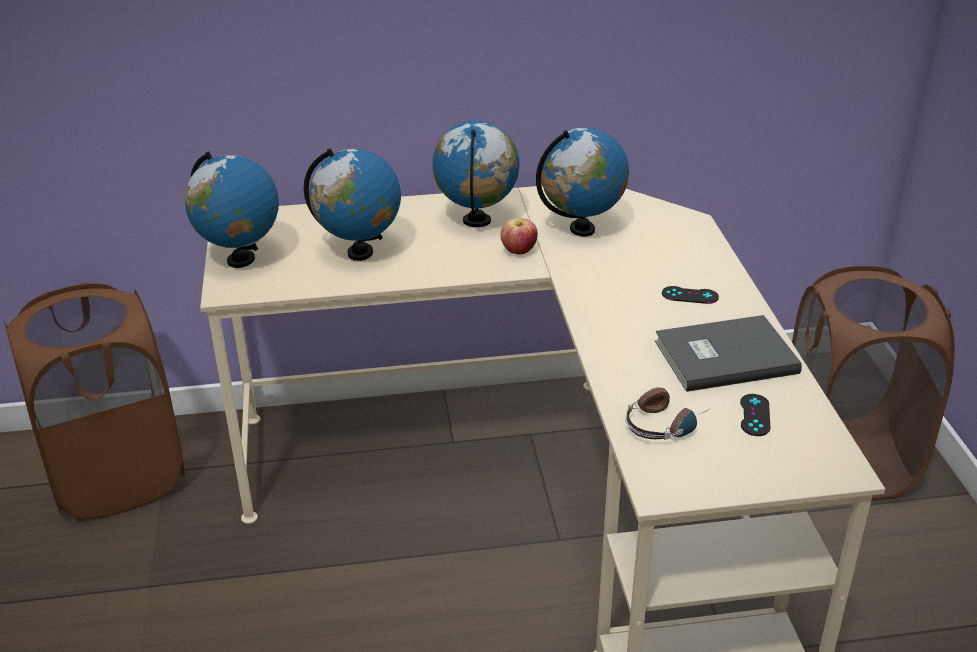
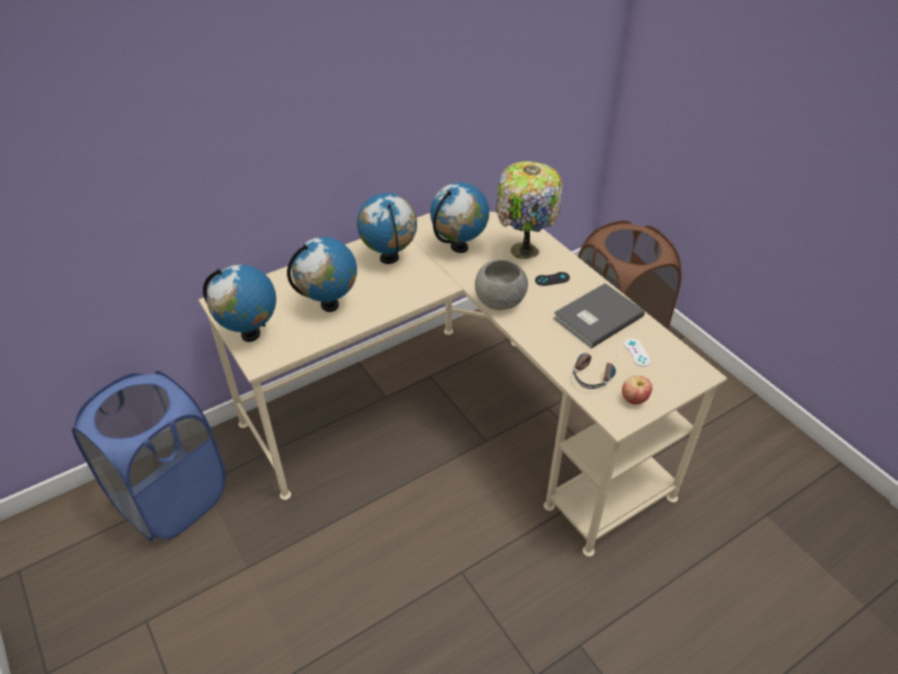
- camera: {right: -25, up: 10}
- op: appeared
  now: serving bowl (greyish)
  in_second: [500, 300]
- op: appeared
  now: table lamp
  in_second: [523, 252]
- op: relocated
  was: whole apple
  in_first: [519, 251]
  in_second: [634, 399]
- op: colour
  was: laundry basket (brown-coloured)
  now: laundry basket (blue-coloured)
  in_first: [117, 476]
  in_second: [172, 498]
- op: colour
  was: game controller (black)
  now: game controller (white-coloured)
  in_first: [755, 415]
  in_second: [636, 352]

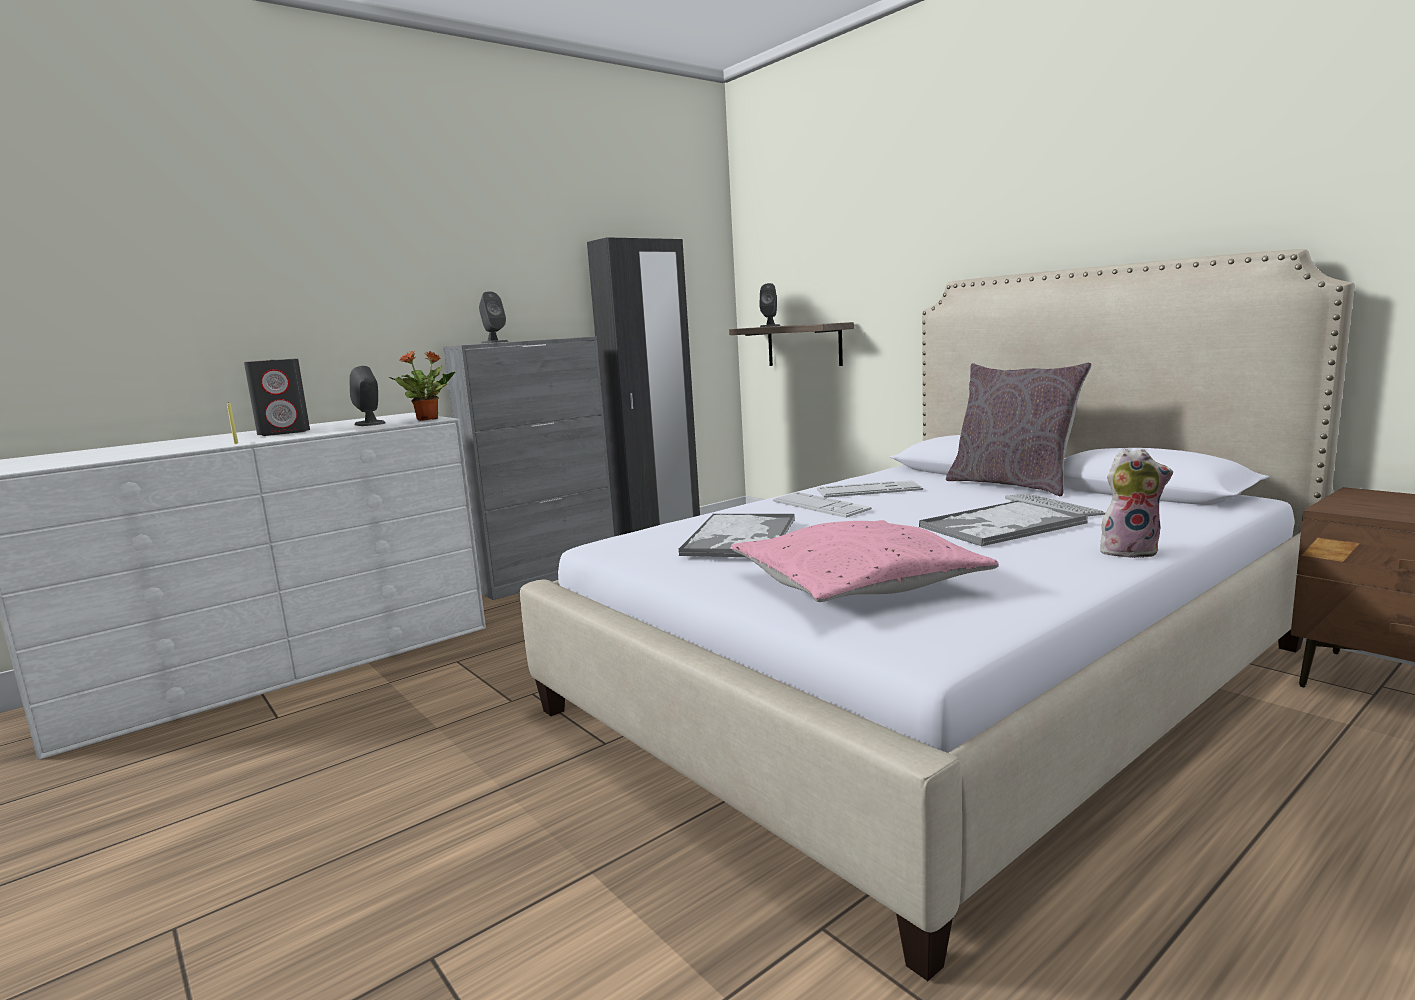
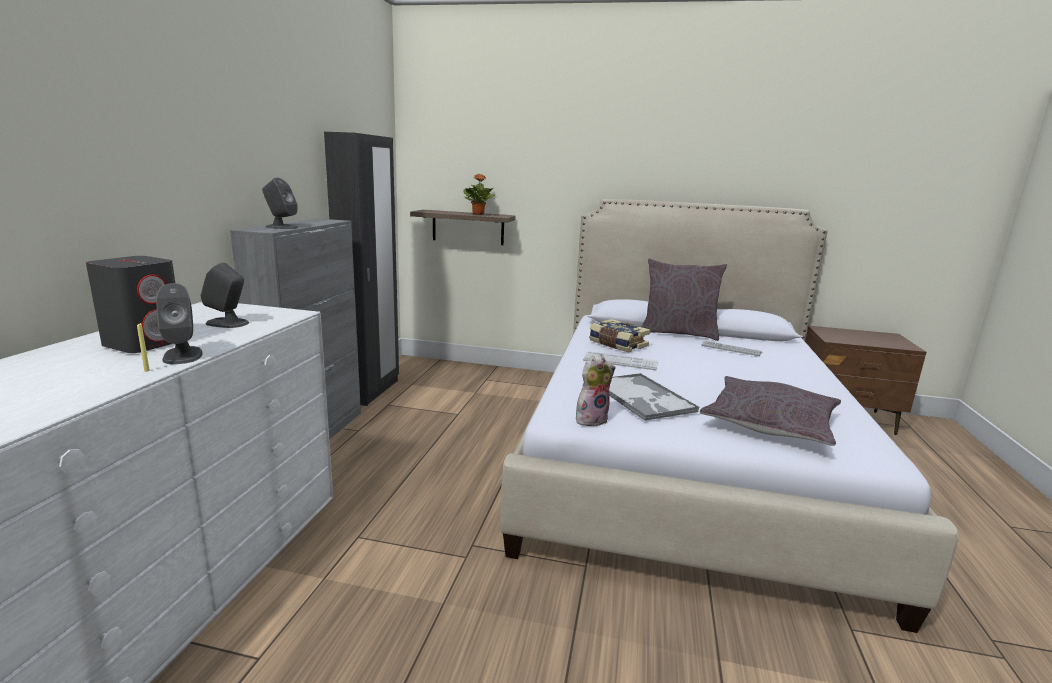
- camera: {right: -40, up: 5}
- op: missing
  was: tray
  in_first: [1000, 525]
- op: relocated
  was: plant in a pot
  in_first: [428, 419]
  in_second: [478, 214]
- op: relocated
  was: loudspeaker (greyish)
  in_first: [770, 326]
  in_second: [183, 355]
- op: relocated
  was: cuddly toy
  in_first: [1129, 551]
  in_second: [591, 419]
- op: exchanged
  was: keyboard
  now: book
  in_first: [869, 490]
  in_second: [617, 344]
- op: colour
  was: pillow (pink)
  now: pillow (greyish)
  in_first: [856, 583]
  in_second: [769, 423]

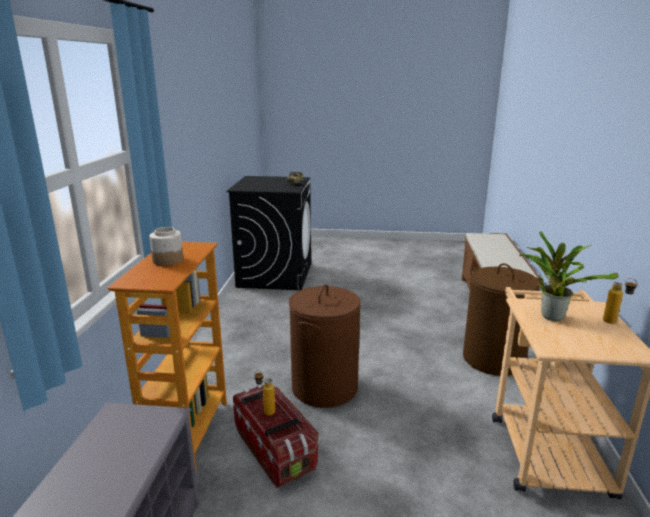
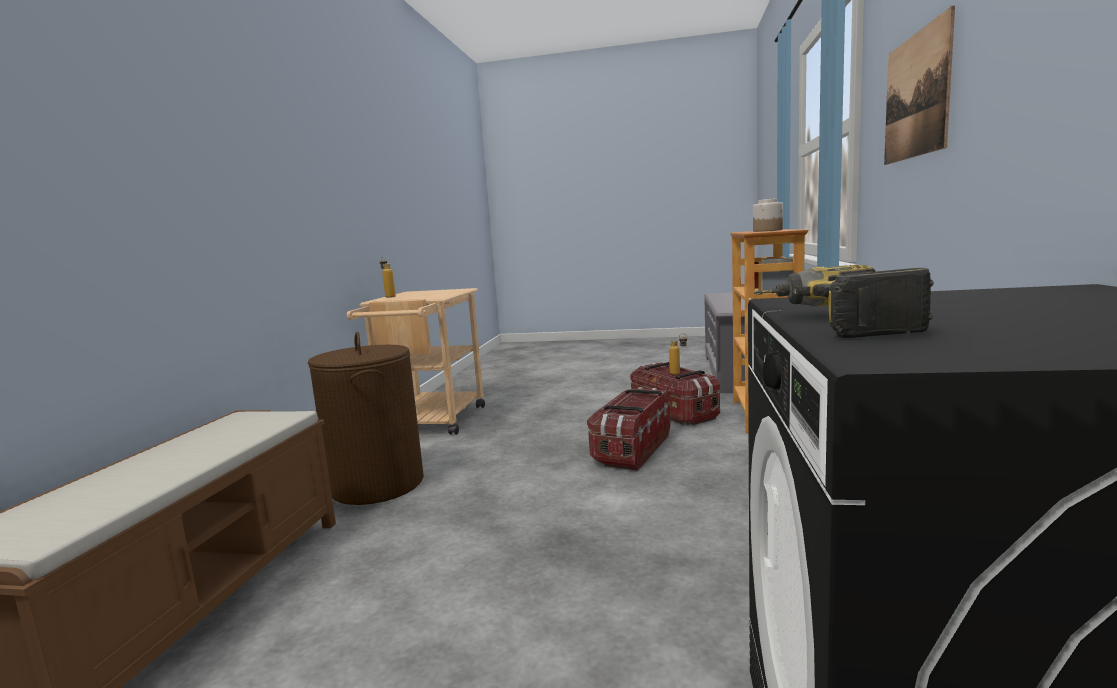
- camera: {right: -175, up: -10}
- op: missing
  was: plant in a pot
  in_first: [550, 315]
- op: appeared
  now: wall picture
  in_second: [916, 96]
- op: exchanged
  was: laundry basket (brown-coloured)
  now: storage container
  in_first: [324, 387]
  in_second: [632, 449]

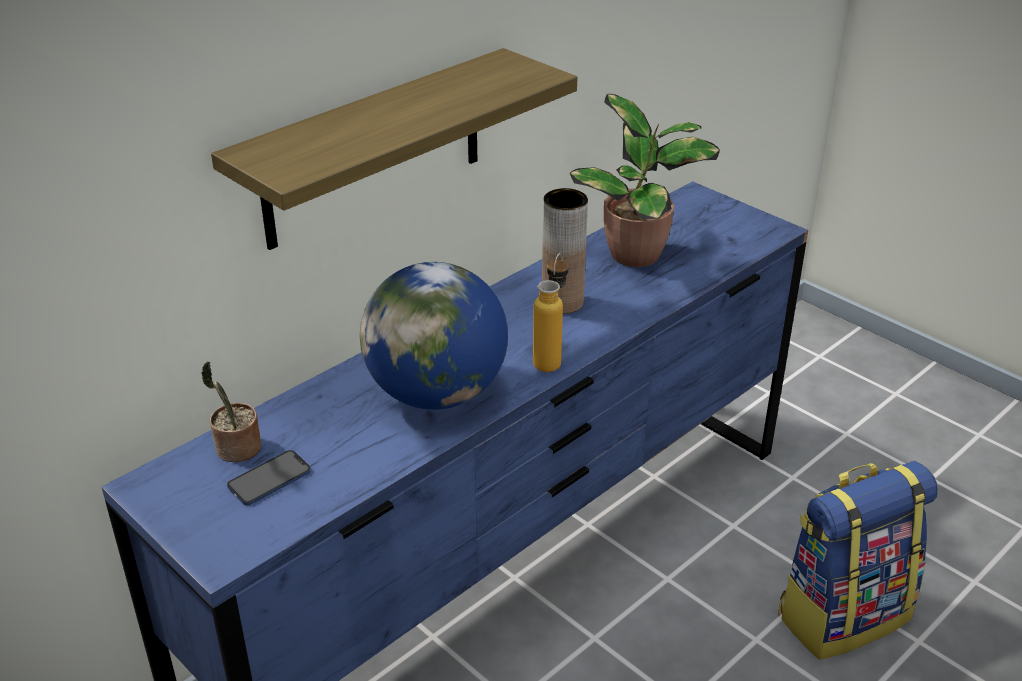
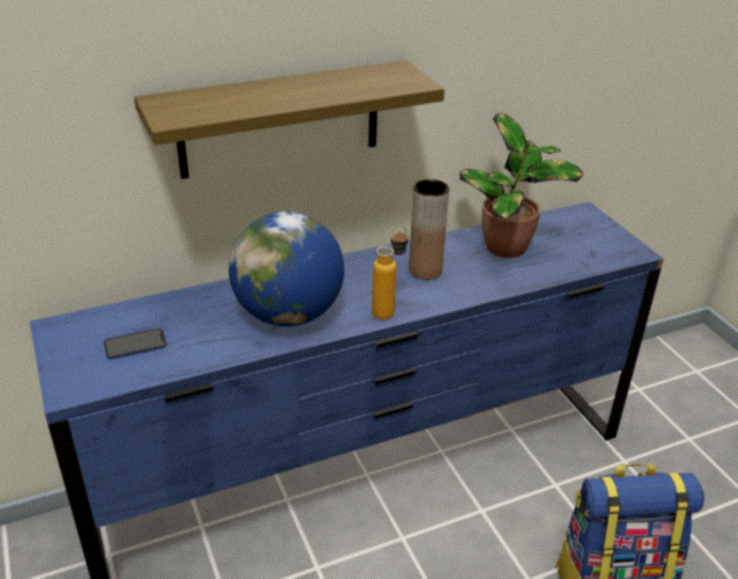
- camera: {right: 20, up: 0}
- op: missing
  was: plant in a pot
  in_first: [236, 450]

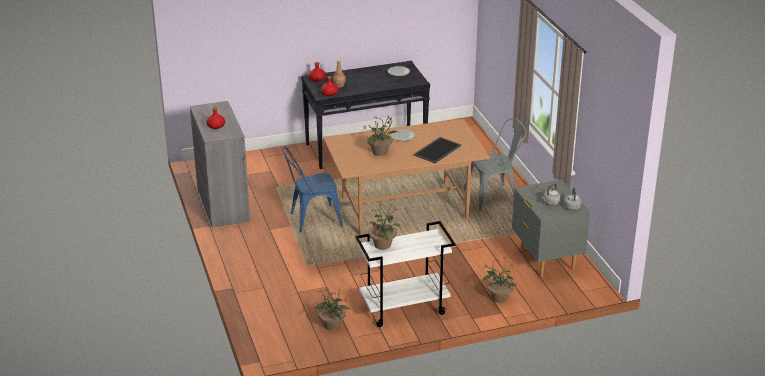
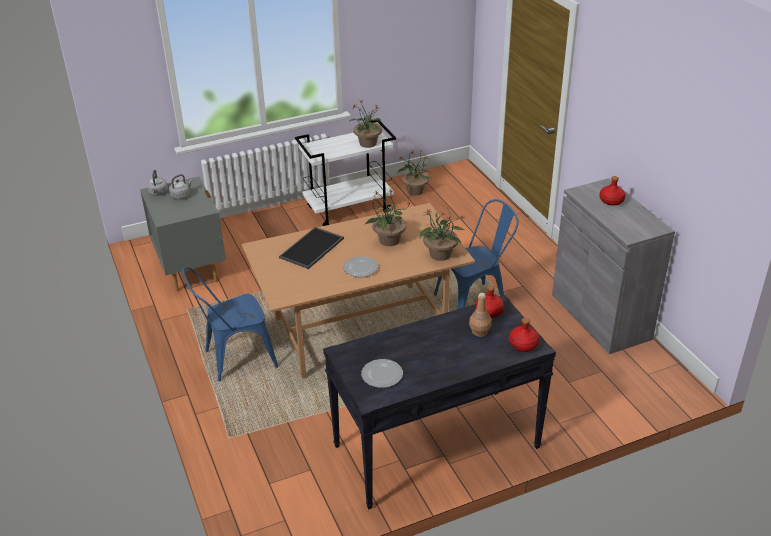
- camera: {right: 175, up: 5}
- op: relocated
  was: plant in a pot
  in_first: [499, 297]
  in_second: [441, 255]
- op: colour
  was: chair (greyish)
  now: chair (blue-coloured)
  in_first: [495, 196]
  in_second: [234, 359]

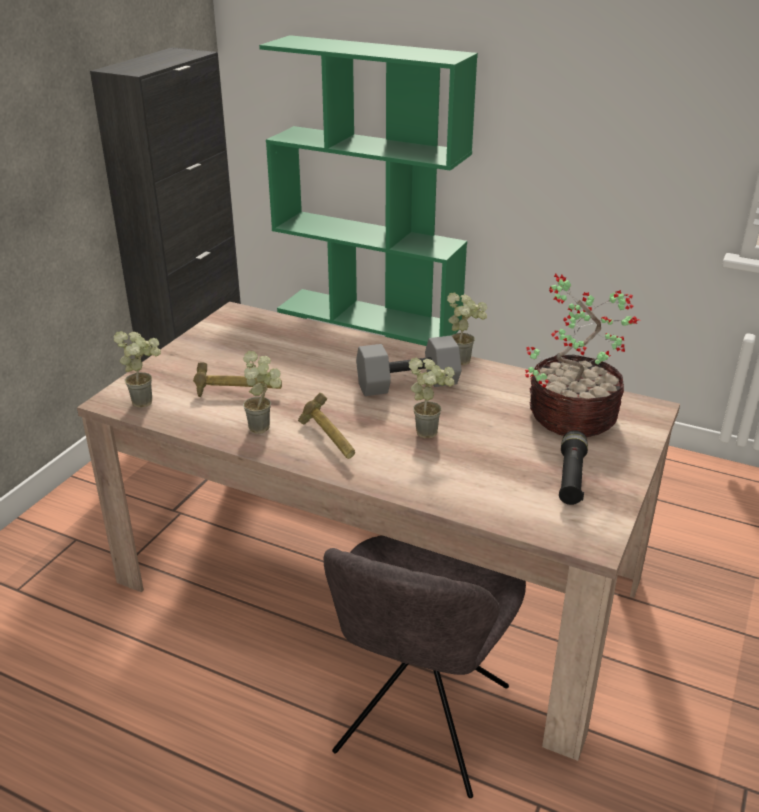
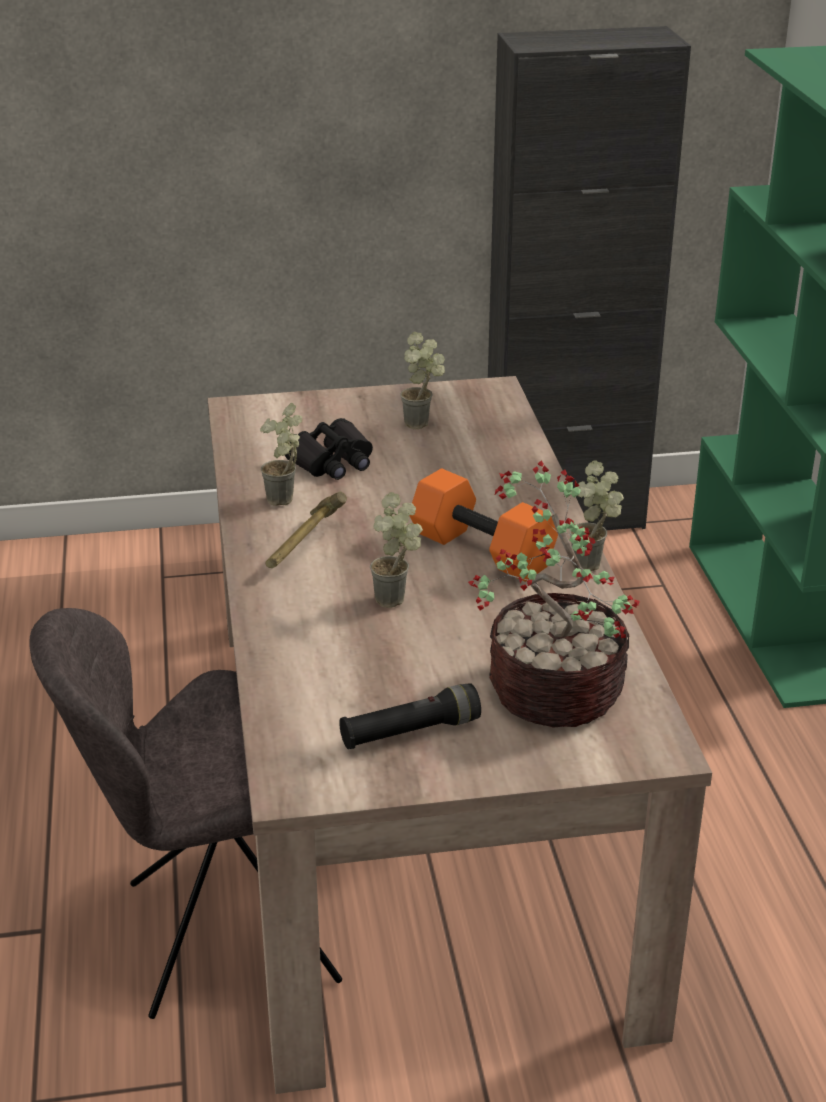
- camera: {right: 55, up: 0}
- op: relocated
  was: plant in a pot
  in_first: [147, 400]
  in_second: [424, 424]
- op: exchanged
  was: tool hammer
  now: field glasses (black)
  in_first: [238, 393]
  in_second: [331, 461]
- op: colour
  was: free weight (greyish)
  now: free weight (orangey)
  in_first: [407, 385]
  in_second: [479, 550]

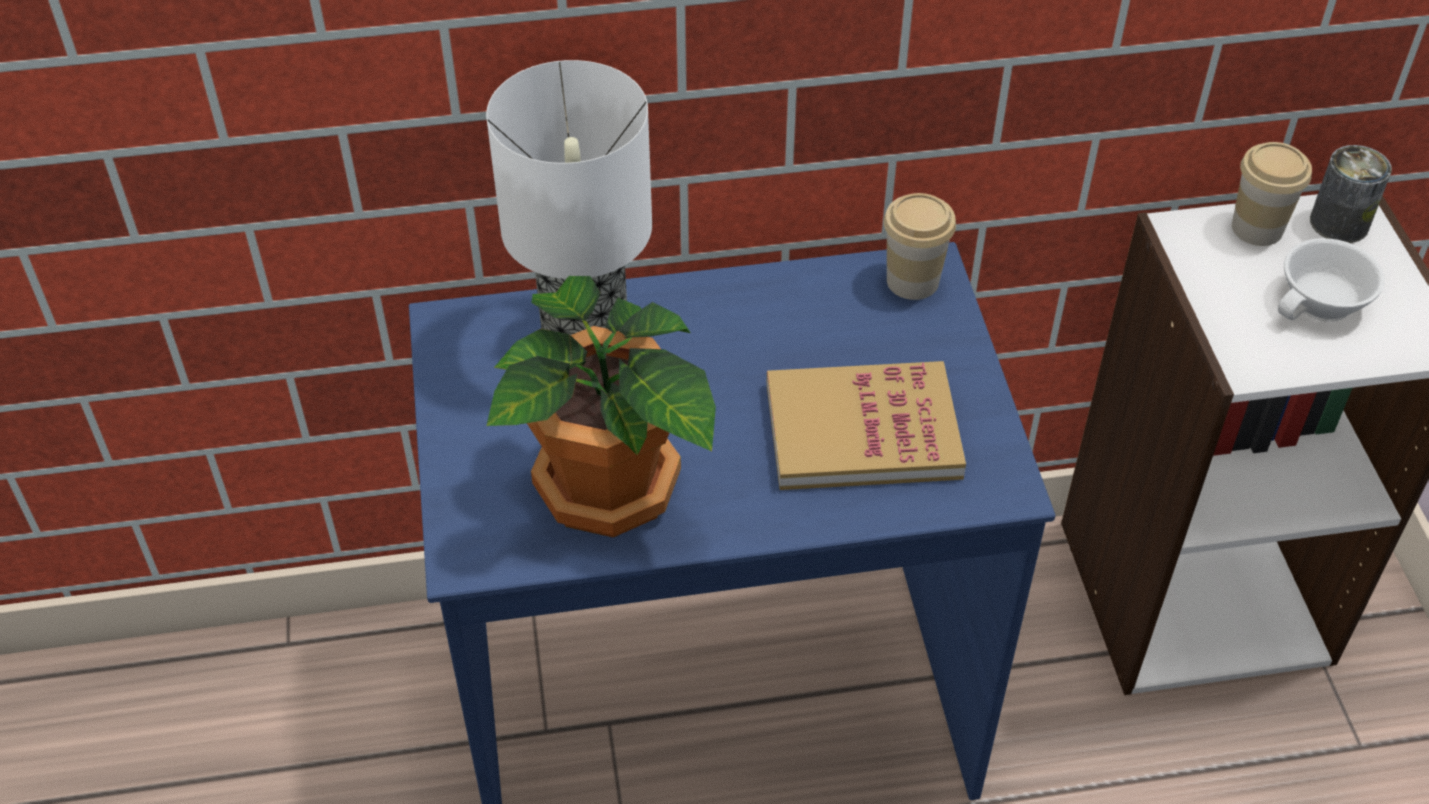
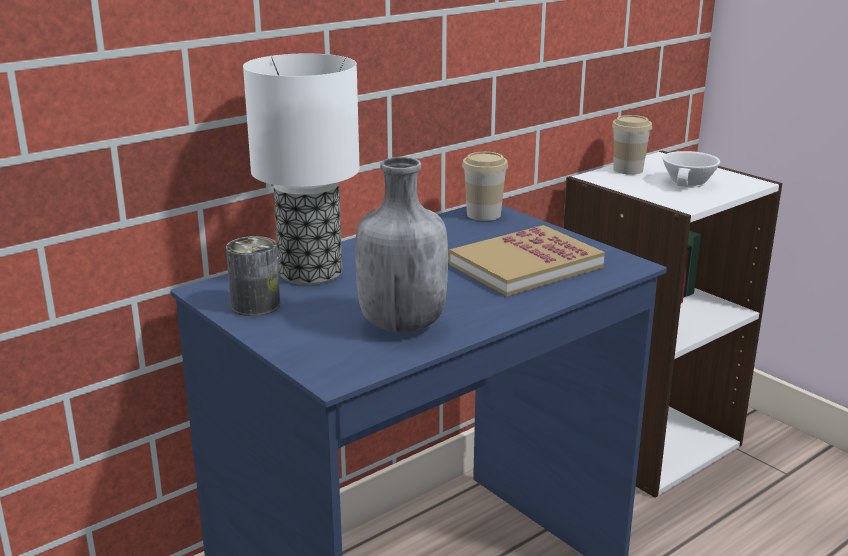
- camera: {right: -30, up: -25}
- op: relocated
  was: can
  in_first: [1339, 223]
  in_second: [255, 305]
- op: exchanged
  was: plant in a pot
  now: drink bottle (greyish)
  in_first: [609, 491]
  in_second: [401, 323]

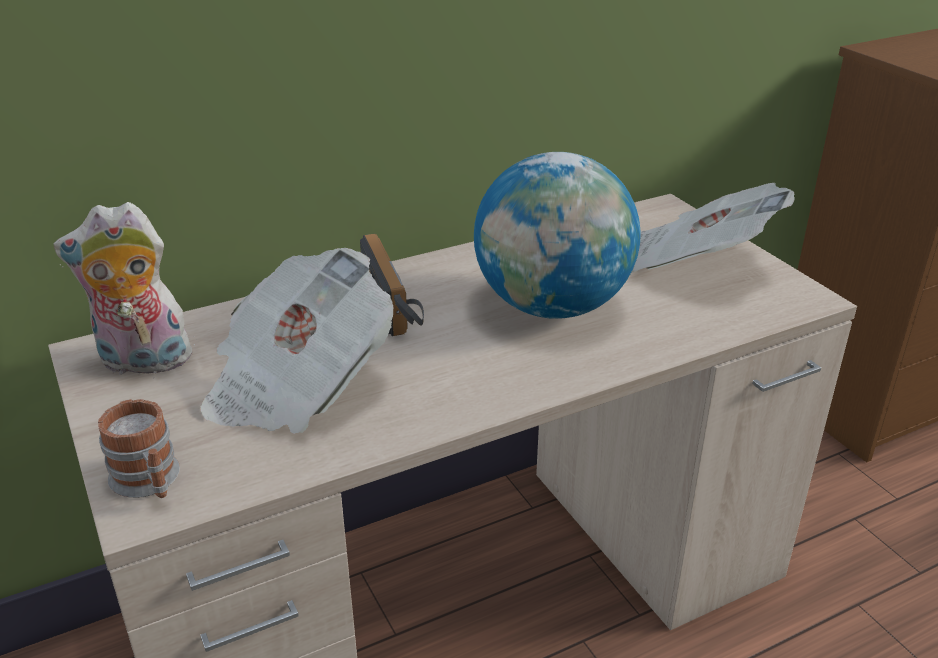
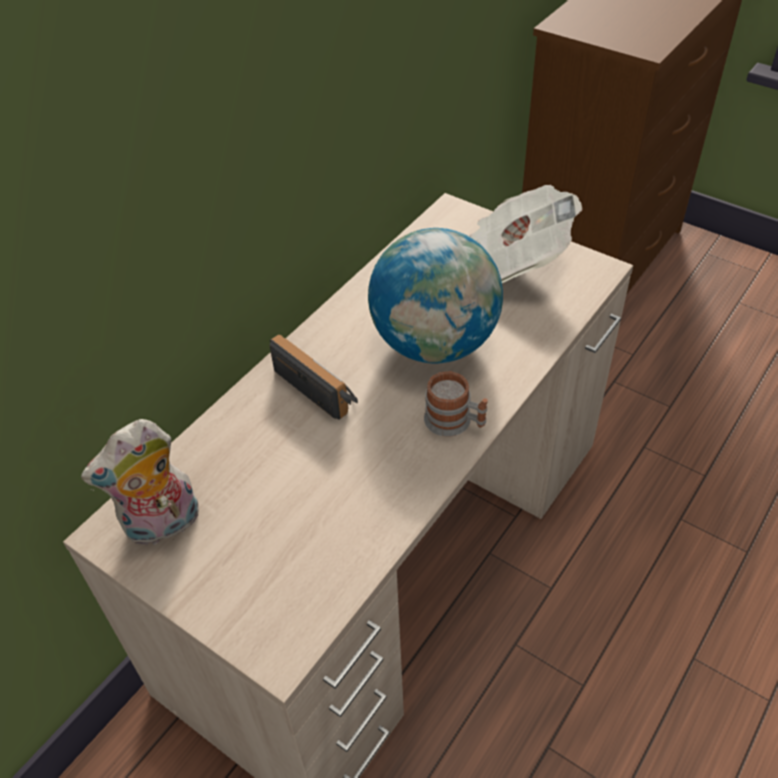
- camera: {right: -25, up: 15}
- op: missing
  was: daily paper
  in_first: [297, 384]
- op: relocated
  was: coffee mug
  in_first: [149, 482]
  in_second: [455, 422]

